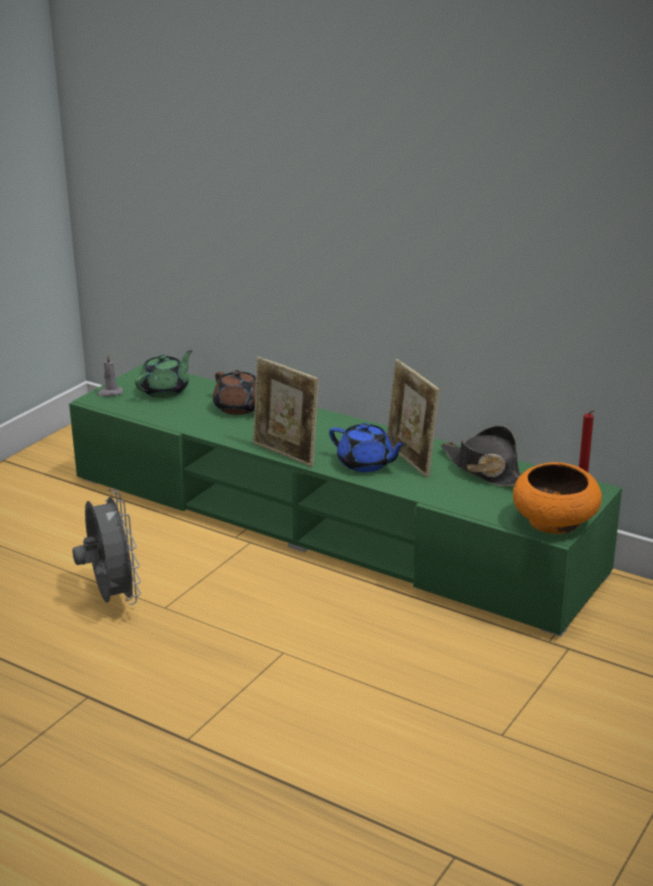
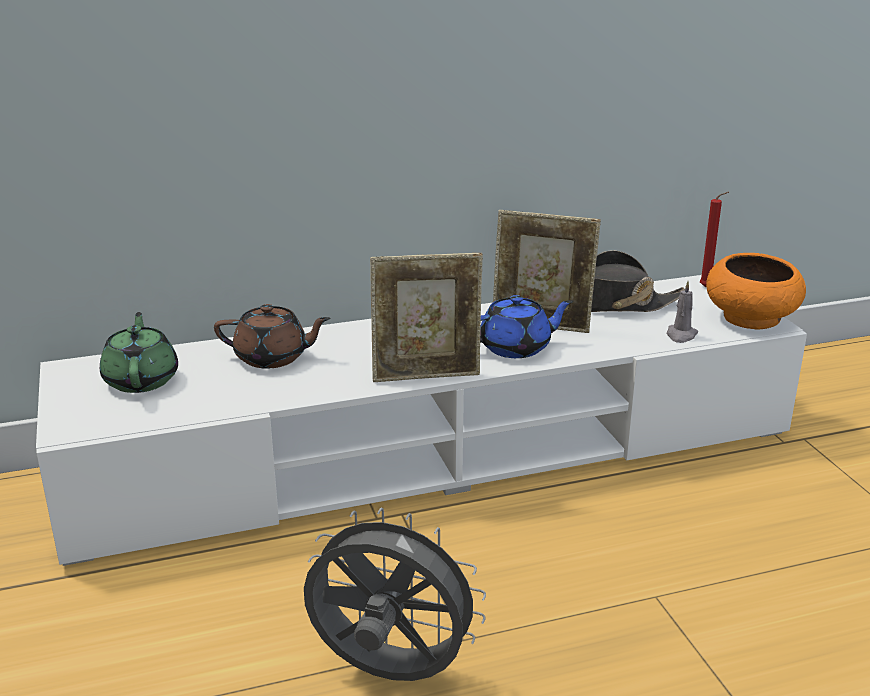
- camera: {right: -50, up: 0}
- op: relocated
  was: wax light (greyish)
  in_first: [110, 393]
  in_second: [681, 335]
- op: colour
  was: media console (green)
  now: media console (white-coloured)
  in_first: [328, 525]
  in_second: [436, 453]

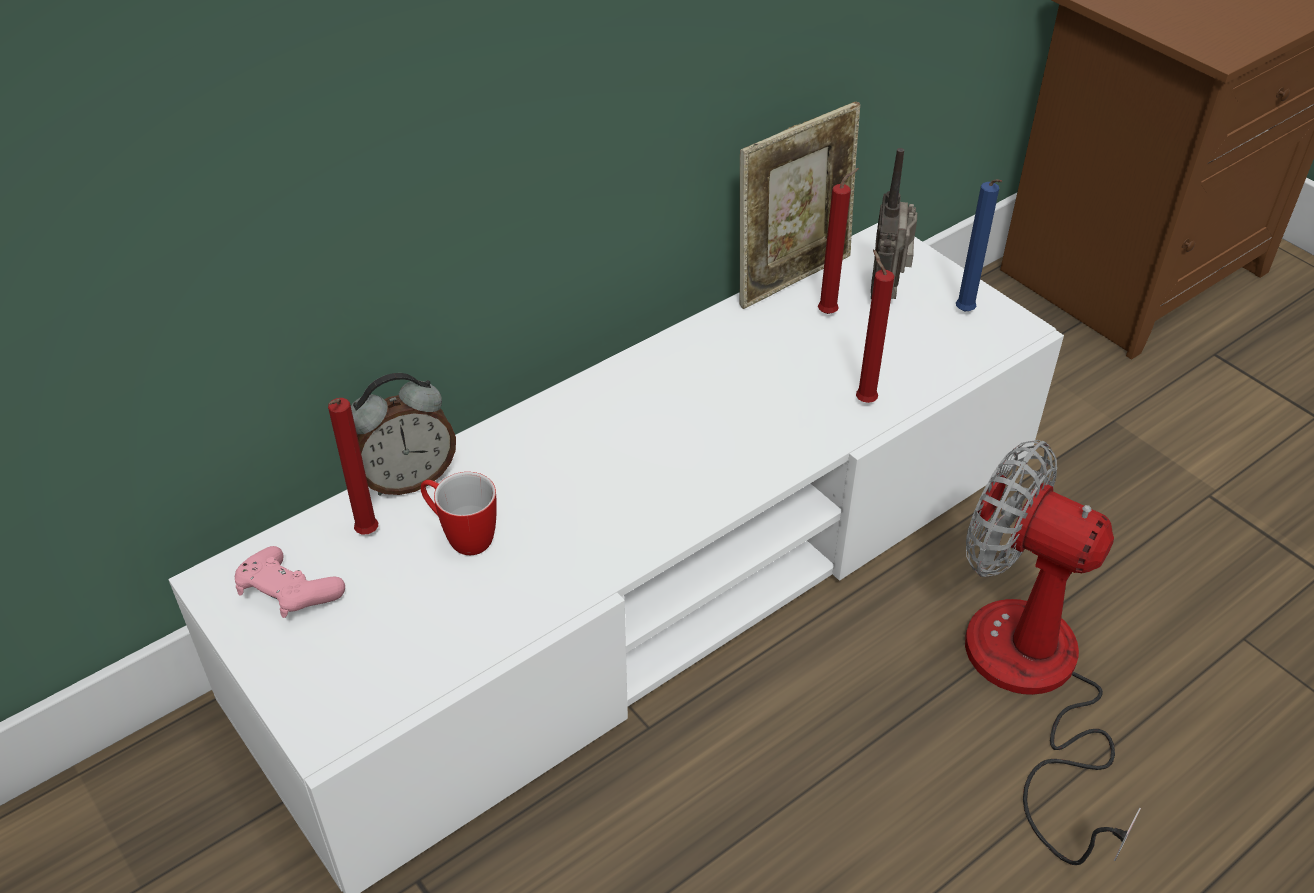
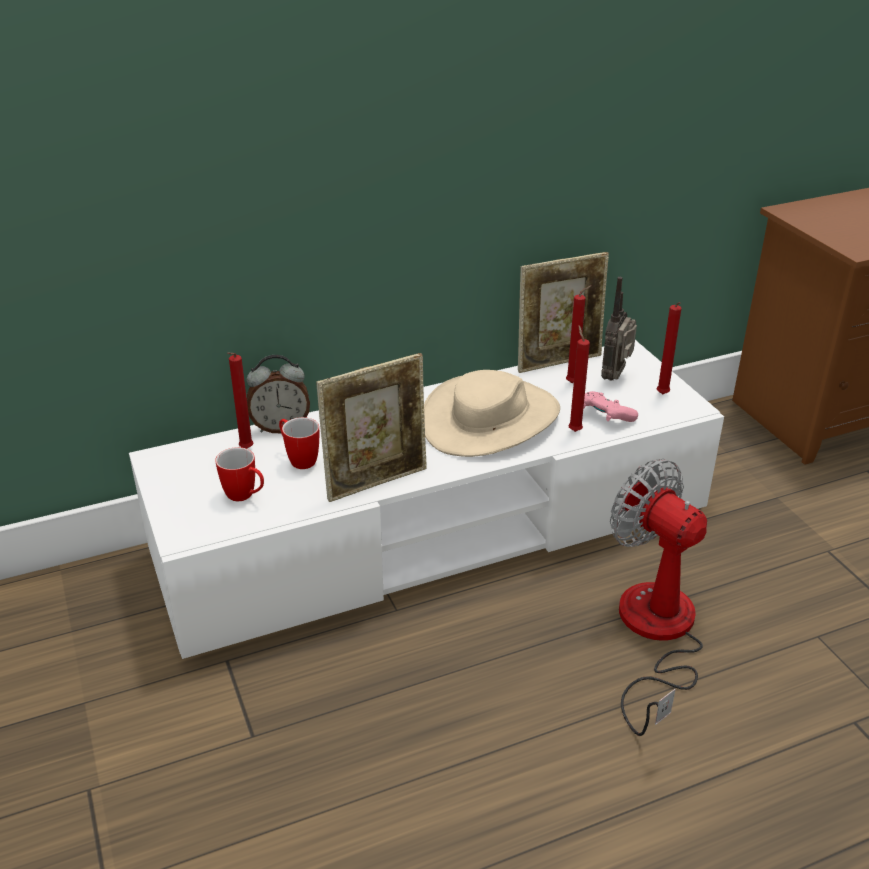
- camera: {right: 15, up: -10}
- op: appeared
  now: coffee mug
  in_second: [245, 496]
- op: appeared
  now: picture frame
  in_second: [376, 481]
- op: appeared
  now: clothing hat (beige)
  in_second: [491, 419]
- op: relocated
  was: game controller (pink)
  in_first: [289, 595]
  in_second: [605, 417]
- op: colour
  was: wax light (blue-coloured)
  now: wax light (red)
  in_first: [965, 313]
  in_second: [662, 395]

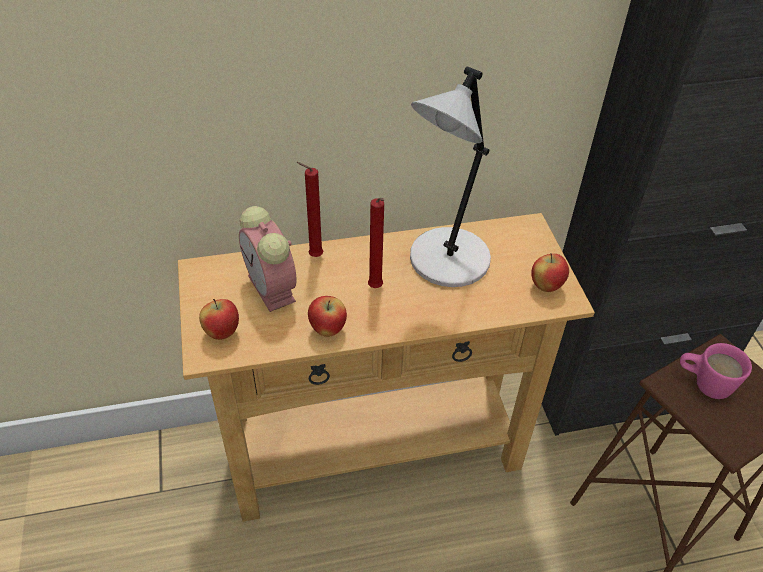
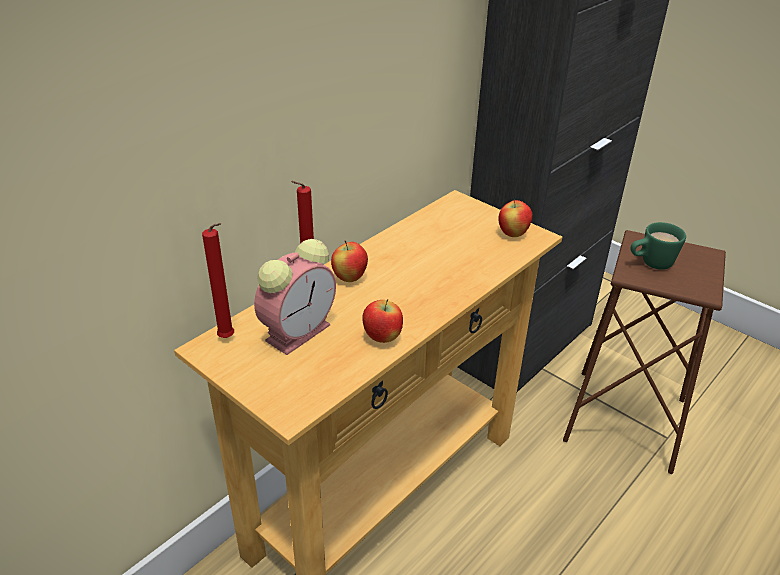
- camera: {right: -35, up: -10}
- op: missing
  was: table lamp (greyish)
  in_first: [447, 261]
- op: relocated
  was: whole apple
  in_first: [222, 333]
  in_second: [349, 278]
- op: relocated
  was: wax light (red)
  in_first: [376, 289]
  in_second: [228, 339]
- op: colour
  was: coffee mug (pink)
  now: coffee mug (green)
  in_first: [704, 384]
  in_second: [650, 263]
- op: spun
  was: table clock
  in_first: [273, 290]
  in_second: [299, 331]
  clockwise: -75

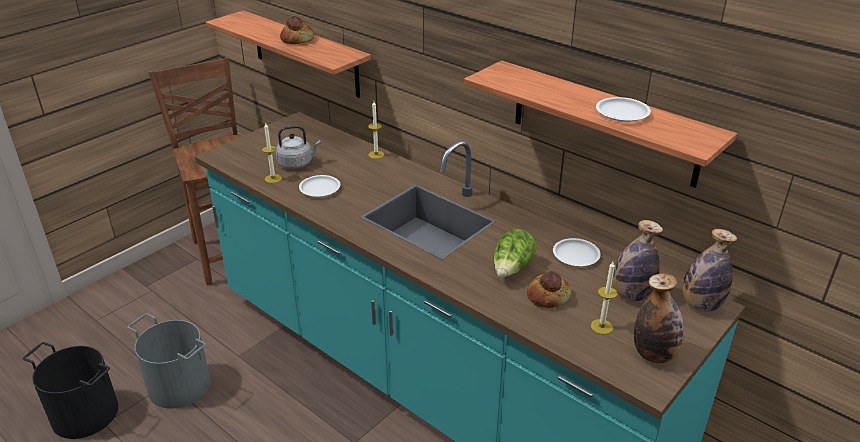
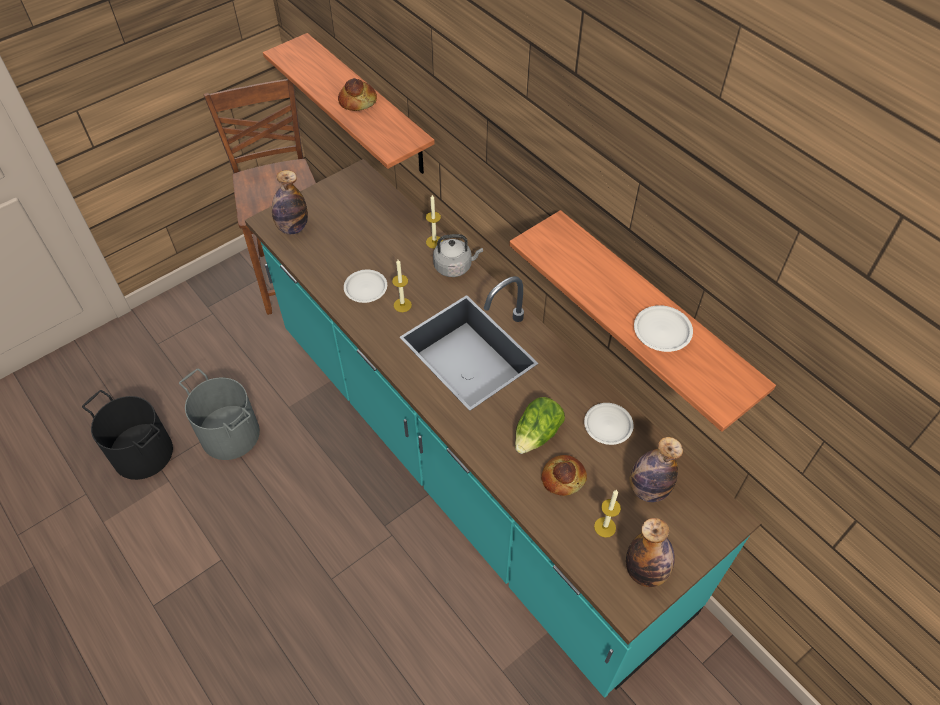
- camera: {right: 10, up: 20}
- op: relocated
  was: wax light
  in_first: [273, 178]
  in_second: [402, 305]
- op: relocated
  was: kettle (greyish)
  in_first: [297, 163]
  in_second: [455, 266]
- op: relocated
  was: drink bottle
  in_first: [700, 305]
  in_second: [292, 228]

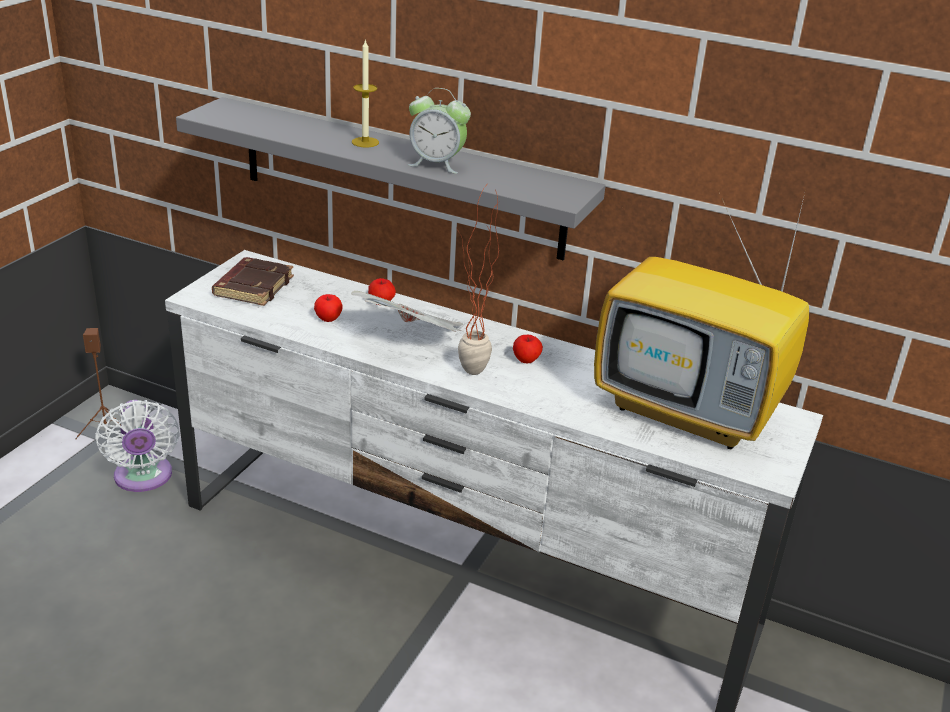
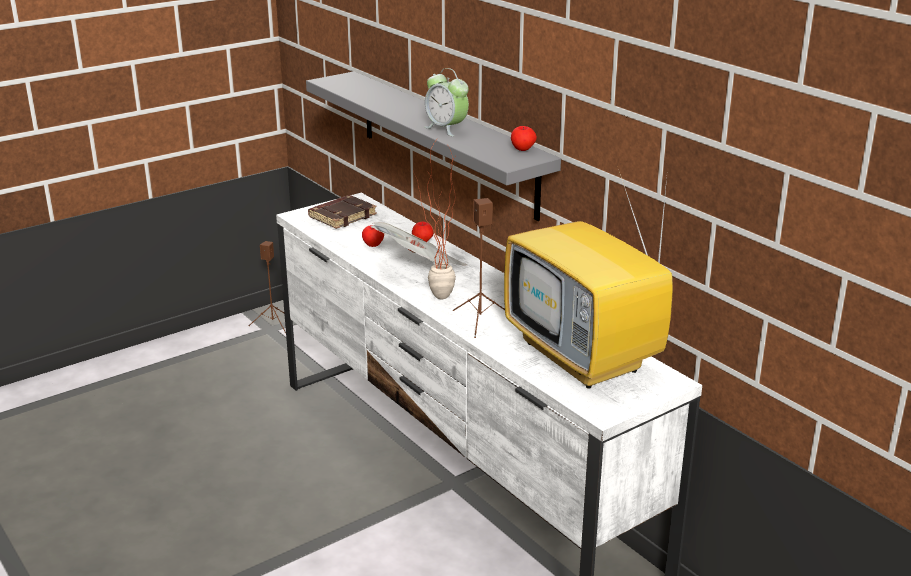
- camera: {right: 30, up: -5}
- op: missing
  was: electric fan (white-coloured)
  in_first: [143, 478]
- op: missing
  was: wax light
  in_first: [365, 142]
- op: appeared
  now: loudspeaker (brown-coloured)
  in_second: [480, 321]
- op: relocated
  was: whole apple
  in_first: [526, 360]
  in_second: [523, 149]

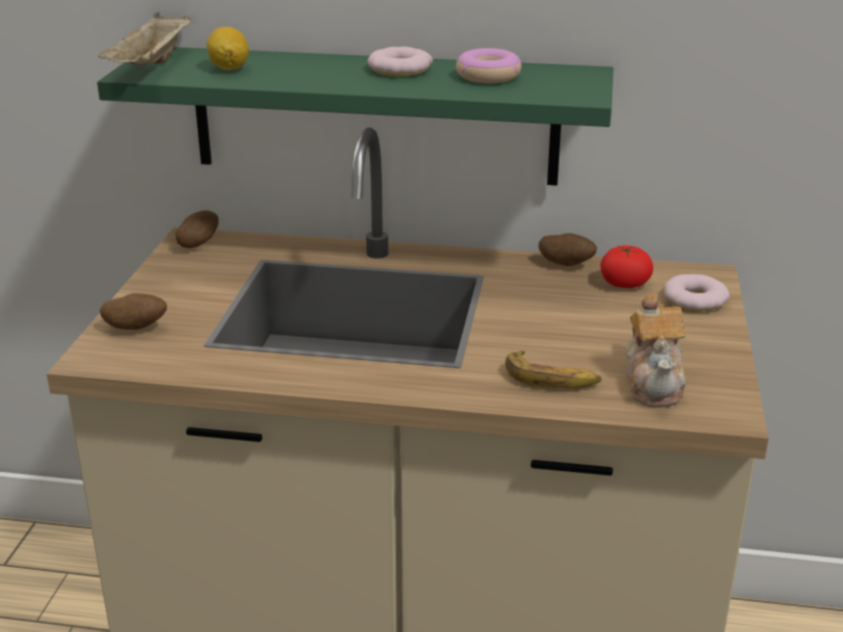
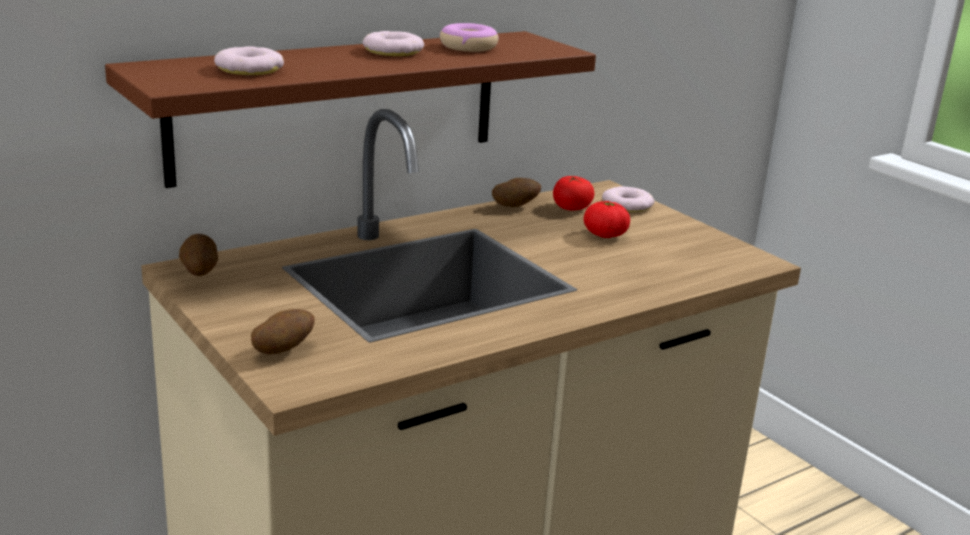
- camera: {right: -45, up: -5}
- op: missing
  was: tray (beige)
  in_first: [152, 66]
- op: missing
  was: banana
  in_first: [551, 379]
- op: missing
  was: teapot
  in_first: [654, 383]
- op: appeared
  now: tomato
  in_second: [605, 235]
- op: exchanged
  was: citrus fruit
  now: ring doughnut
  in_first: [229, 68]
  in_second: [249, 69]
- op: colour
  was: wall shelf (green)
  now: wall shelf (brown-coloured)
  in_first: [374, 115]
  in_second: [339, 104]

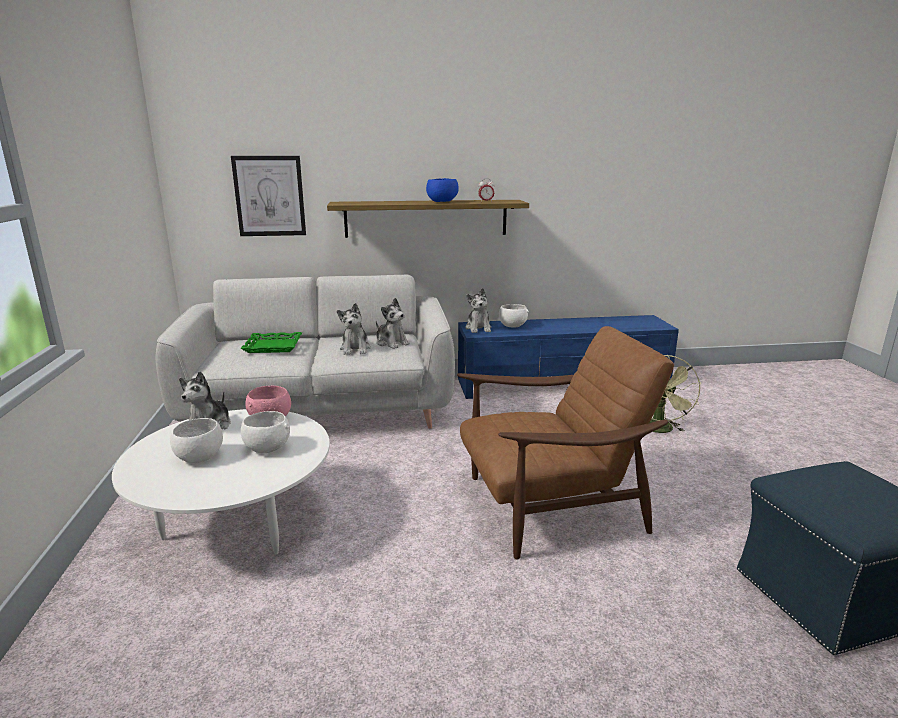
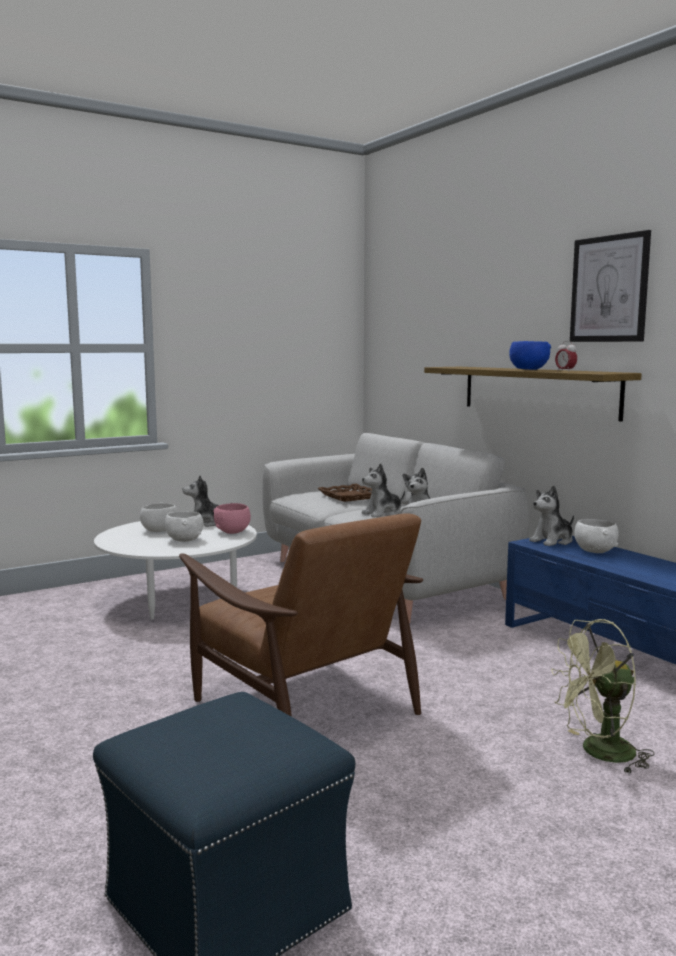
- camera: {right: 65, up: -10}
- op: relocated
  was: wall picture
  in_first: [269, 196]
  in_second: [609, 289]
- op: colour
  was: tray (green)
  now: tray (brown-coloured)
  in_first: [273, 346]
  in_second: [349, 496]

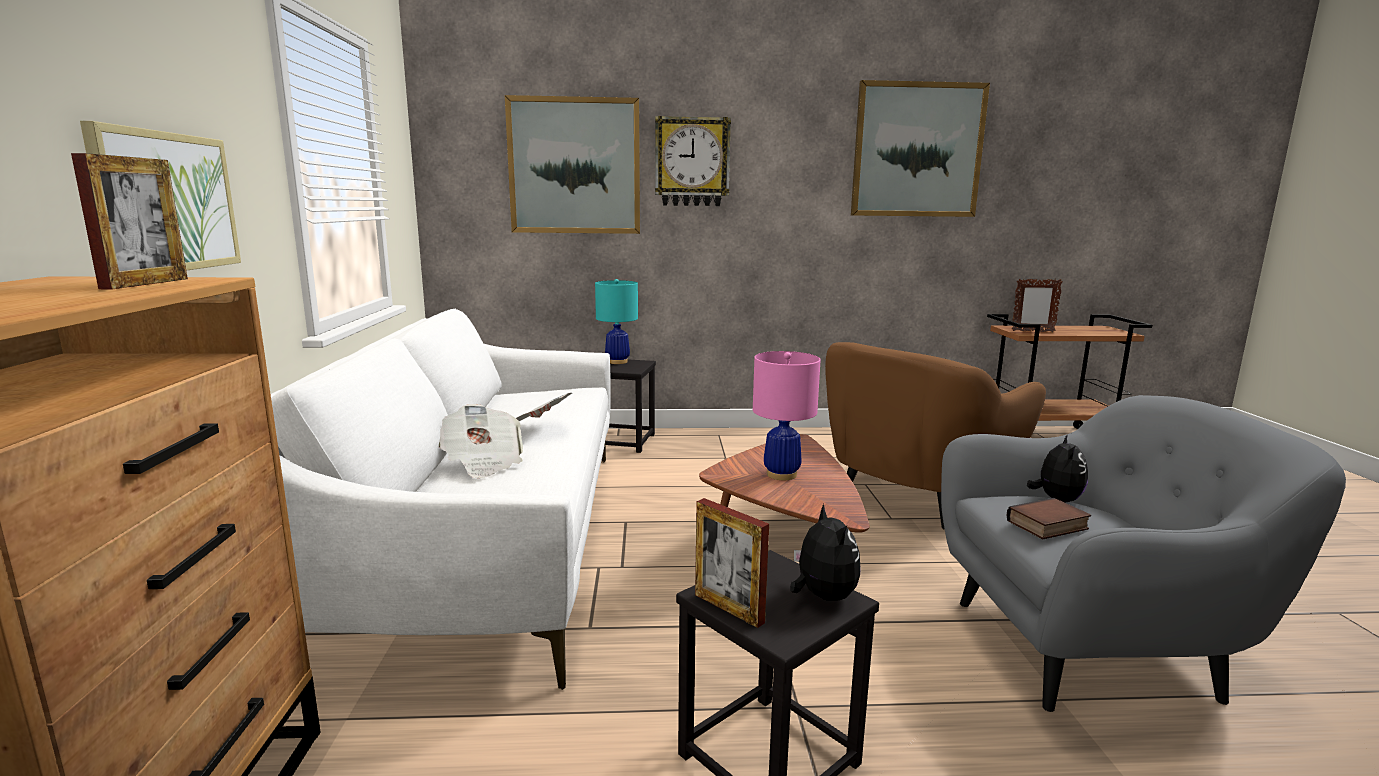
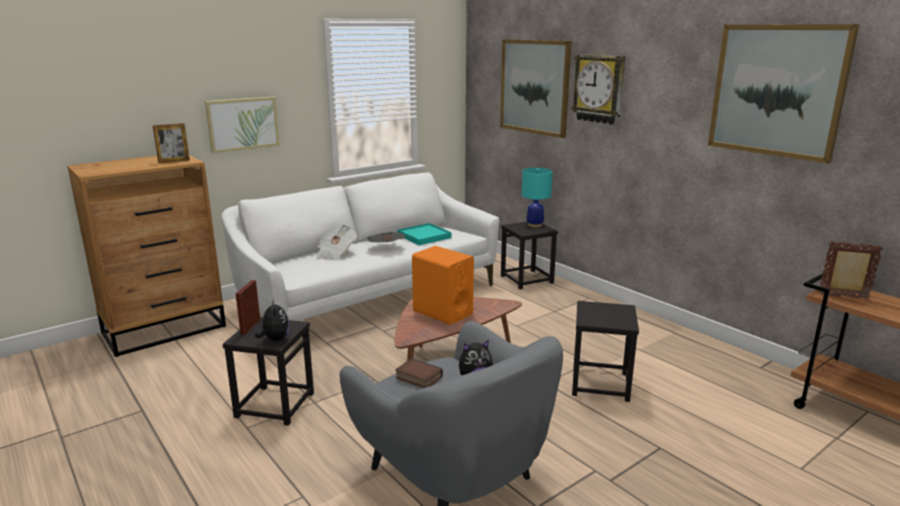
- camera: {right: 55, up: 5}
- op: appeared
  now: tray (blue-green)
  in_second: [424, 236]
- op: exchanged
  was: table lamp (pink)
  now: loudspeaker (orangey)
  in_first: [781, 474]
  in_second: [442, 312]
- op: exchanged
  was: easy chair (brown-coloured)
  now: stool (black)
  in_first: [917, 496]
  in_second: [599, 383]
- op: spun
  was: cuddly toy
  in_first: [822, 596]
  in_second: [275, 339]
  clockwise: -60
- op: spun
  was: picture frame
  in_first: [1032, 331]
  in_second: [844, 297]
  clockwise: 135

